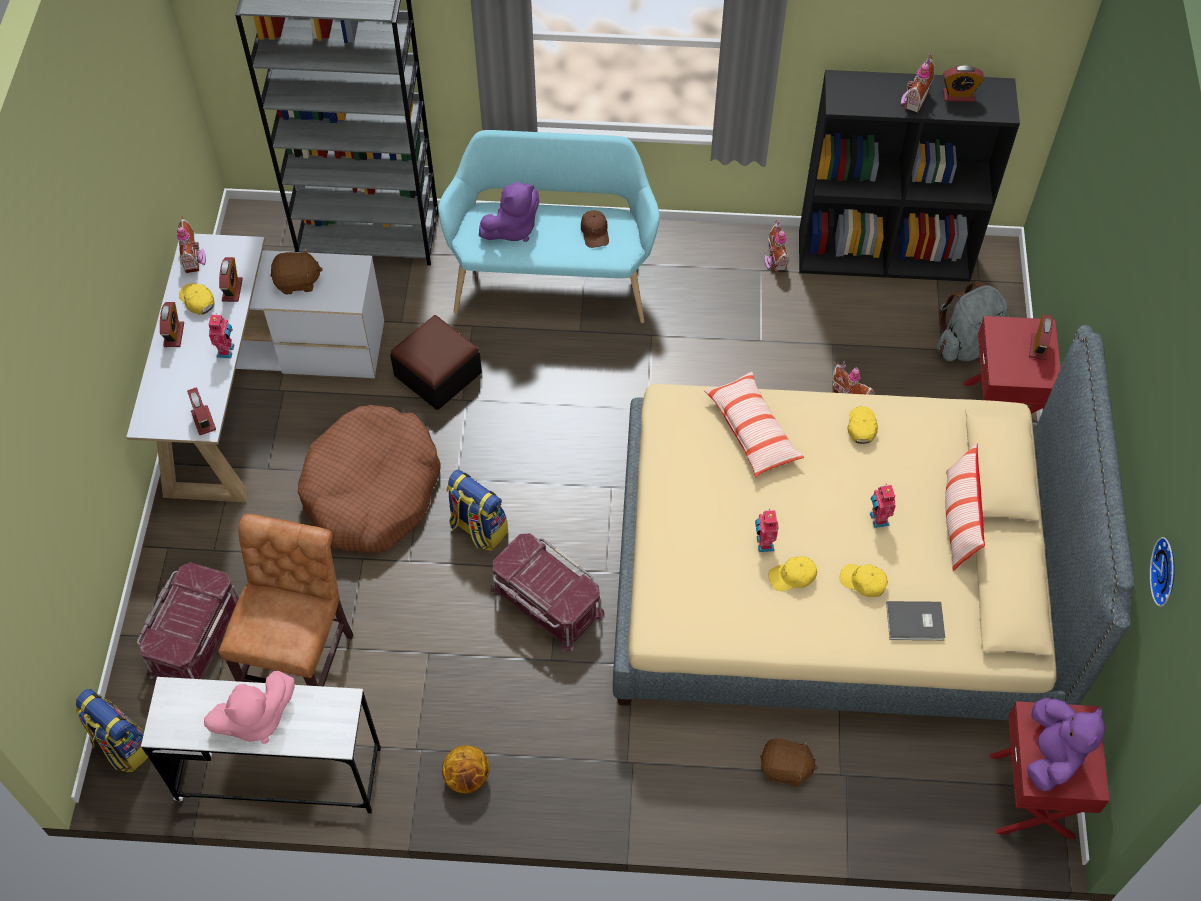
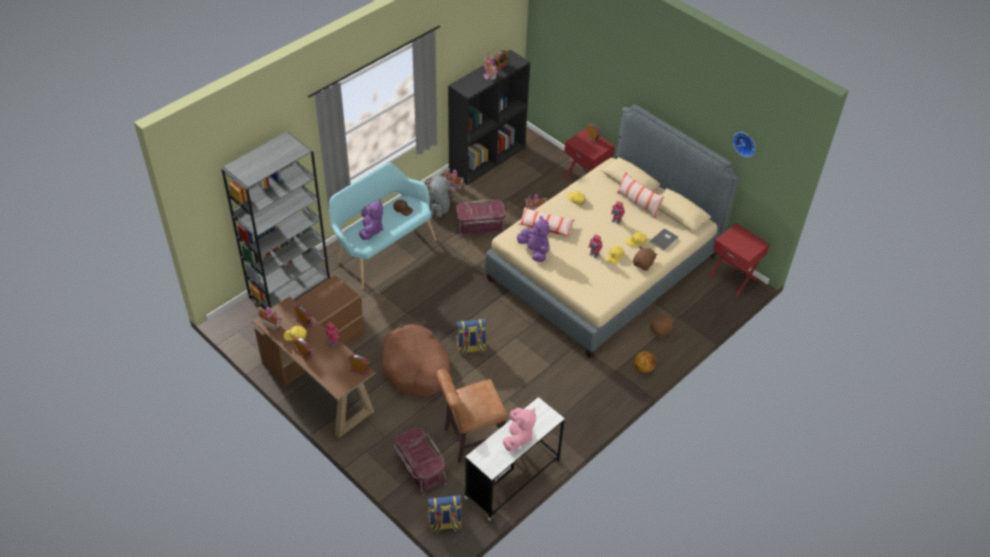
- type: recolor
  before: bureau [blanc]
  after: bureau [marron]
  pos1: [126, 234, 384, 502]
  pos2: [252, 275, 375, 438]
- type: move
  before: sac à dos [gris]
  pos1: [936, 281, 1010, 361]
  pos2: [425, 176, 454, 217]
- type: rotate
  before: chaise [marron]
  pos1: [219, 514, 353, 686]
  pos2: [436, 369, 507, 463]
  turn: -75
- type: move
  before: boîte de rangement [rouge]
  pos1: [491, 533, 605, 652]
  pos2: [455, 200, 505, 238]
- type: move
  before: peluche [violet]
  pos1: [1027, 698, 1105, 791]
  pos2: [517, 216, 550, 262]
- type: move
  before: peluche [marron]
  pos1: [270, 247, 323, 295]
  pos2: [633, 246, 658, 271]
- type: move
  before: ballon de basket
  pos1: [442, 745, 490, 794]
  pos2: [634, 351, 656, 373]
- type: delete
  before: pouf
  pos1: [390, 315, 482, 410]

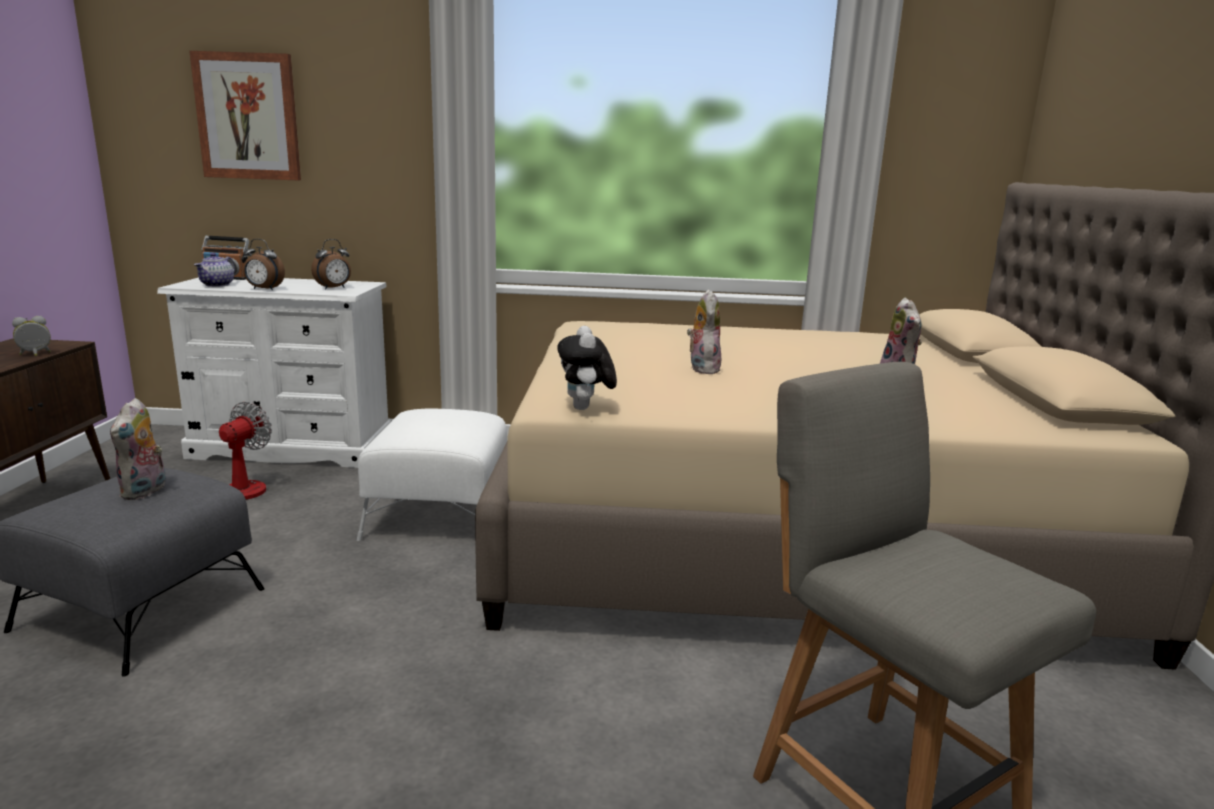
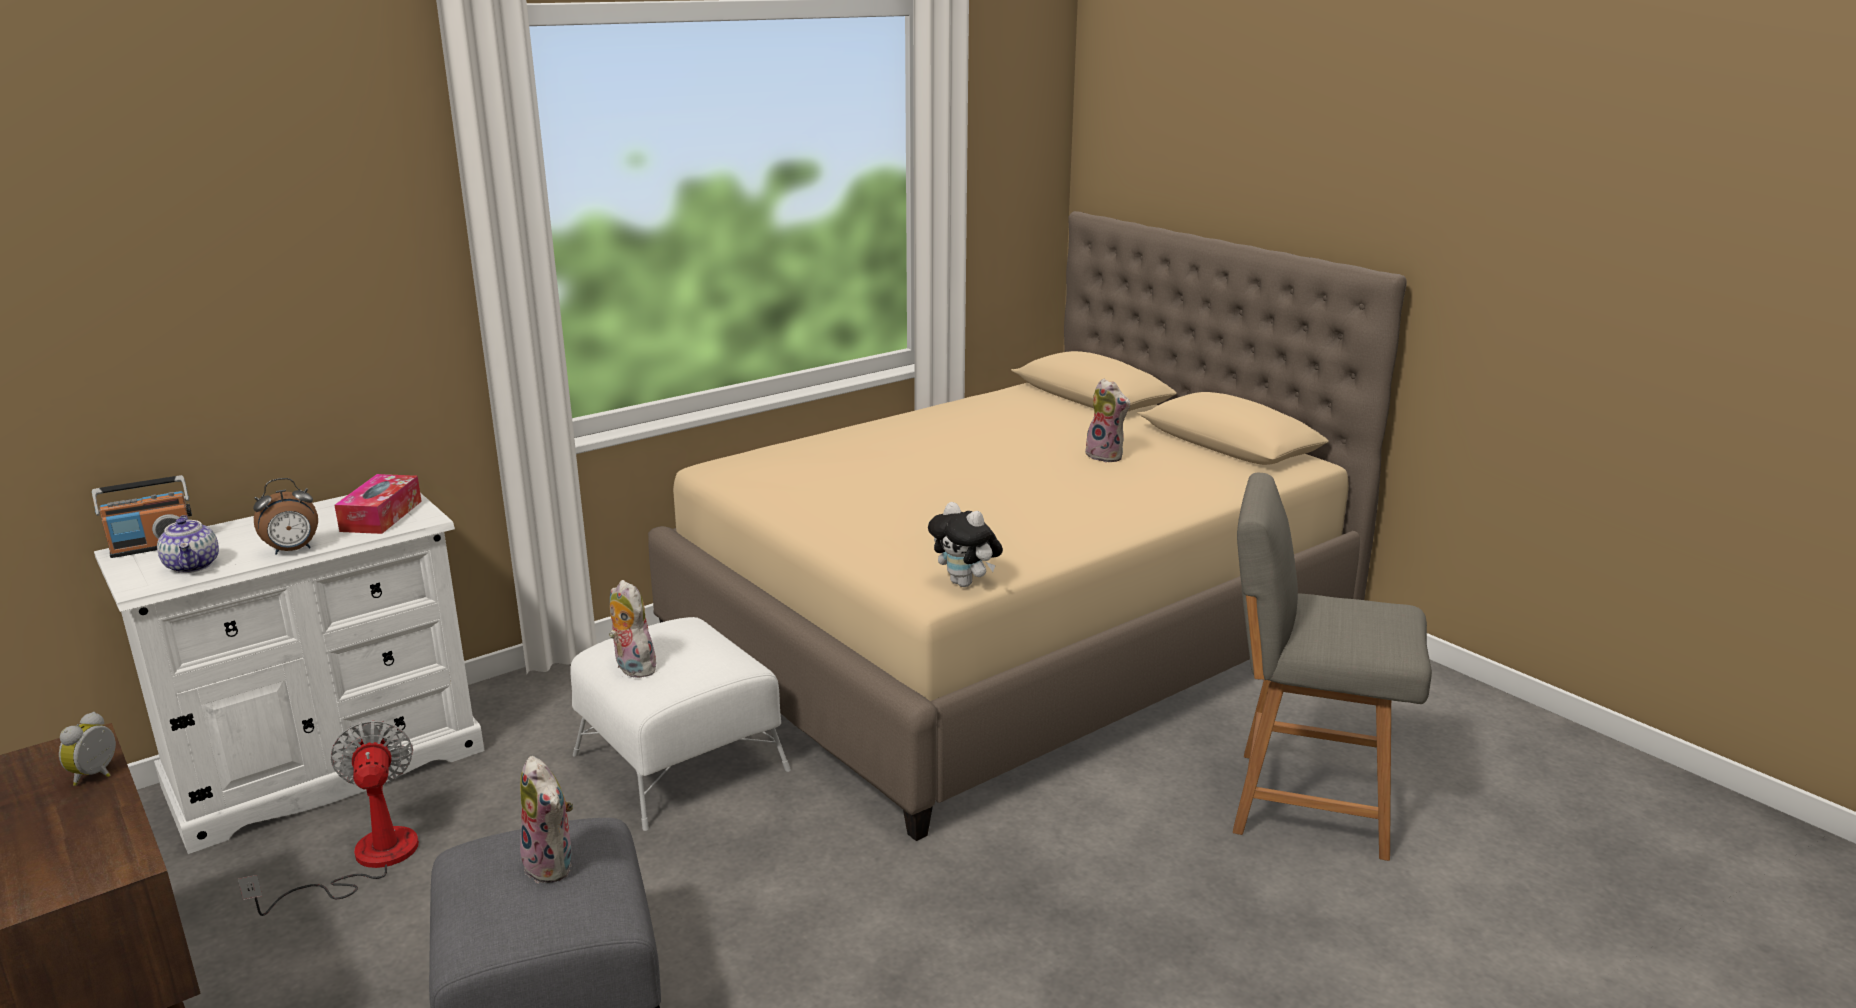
- type: replace
  before: réveil
  after: boîte à mouchoirs
  pos1: [311, 239, 351, 289]
  pos2: [334, 474, 422, 534]
- type: move
  before: peluche
  pos1: [687, 289, 721, 374]
  pos2: [609, 580, 656, 678]
- type: delete
  before: tableau
  pos1: [189, 51, 301, 180]

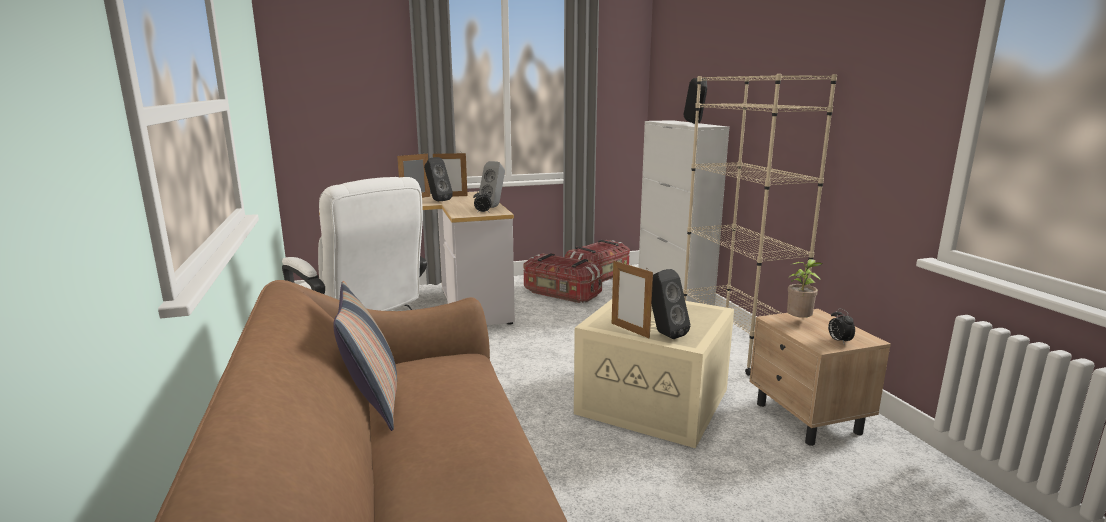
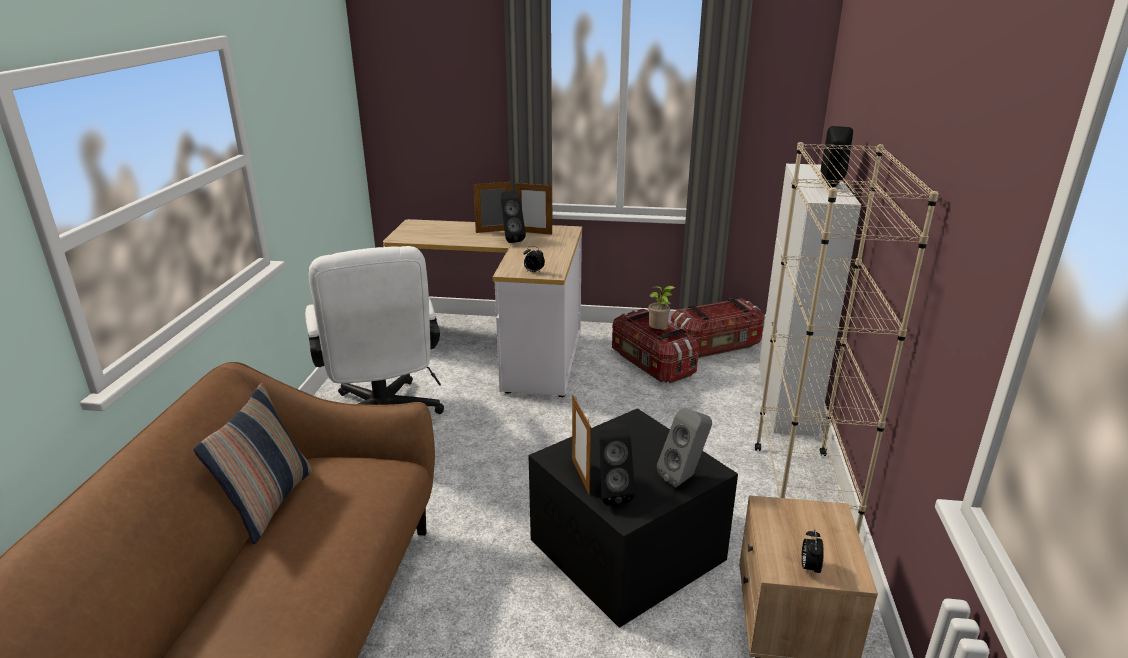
- type: recolor
  before: boîte de rangement [beige]
  after: boîte de rangement [noir]
  pos1: [574, 299, 734, 448]
  pos2: [529, 408, 738, 628]
- type: move
  before: plante en pot
  pos1: [787, 259, 823, 318]
  pos2: [649, 286, 675, 330]
- type: move
  before: enceinte [gris]
  pos1: [479, 161, 505, 208]
  pos2: [657, 408, 712, 487]

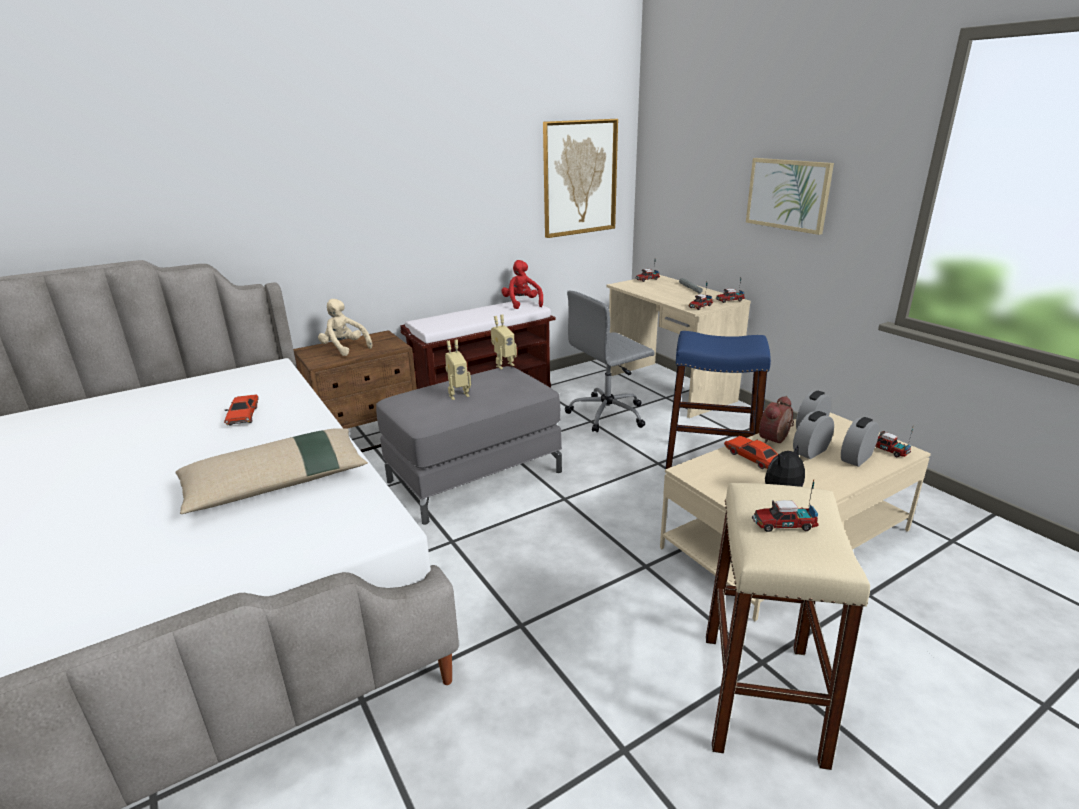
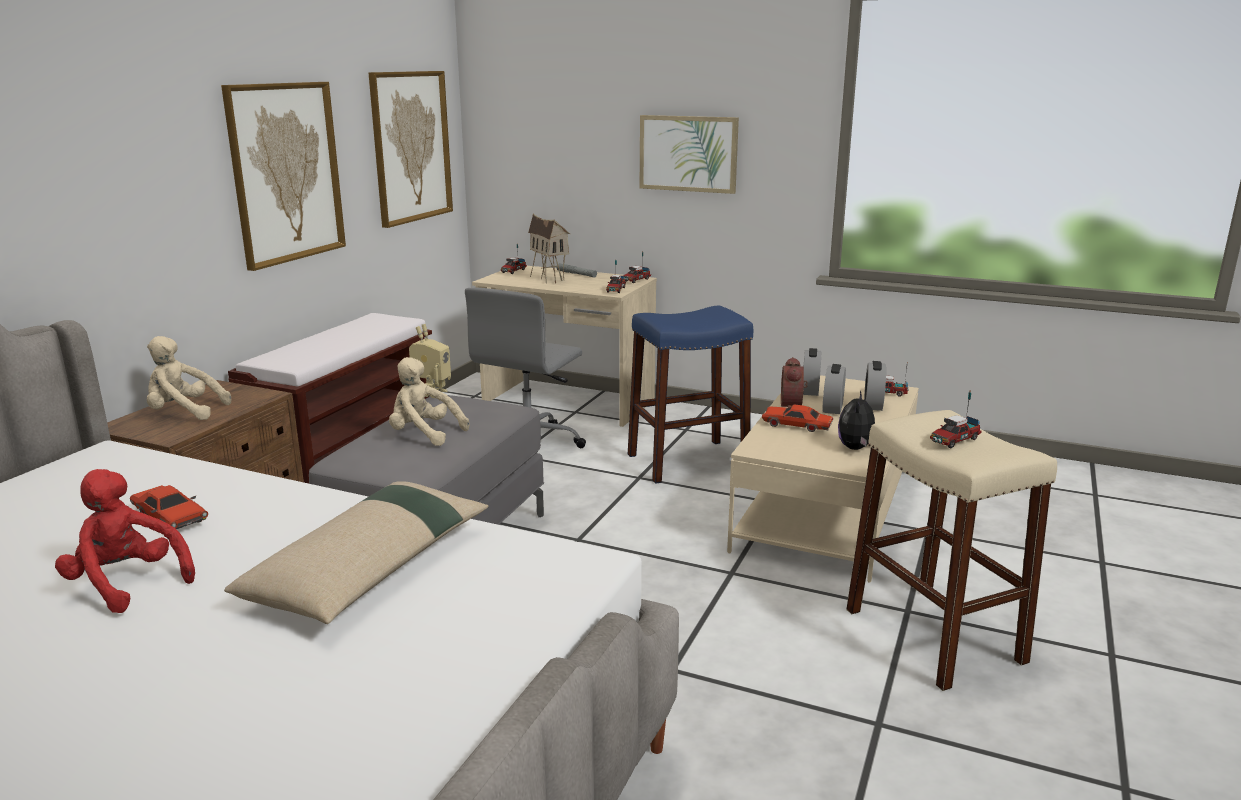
- type: move
  before: peluche [rouge]
  pos1: [502, 260, 543, 309]
  pos2: [55, 469, 195, 613]
- type: insert
  after: tableau
  pos2: [221, 82, 346, 271]
- type: replace
  before: robot jouet
  after: peluche [beige]
  pos1: [445, 339, 471, 400]
  pos2: [389, 357, 469, 446]
- type: insert
  after: maison miniature
  pos2: [528, 214, 570, 283]

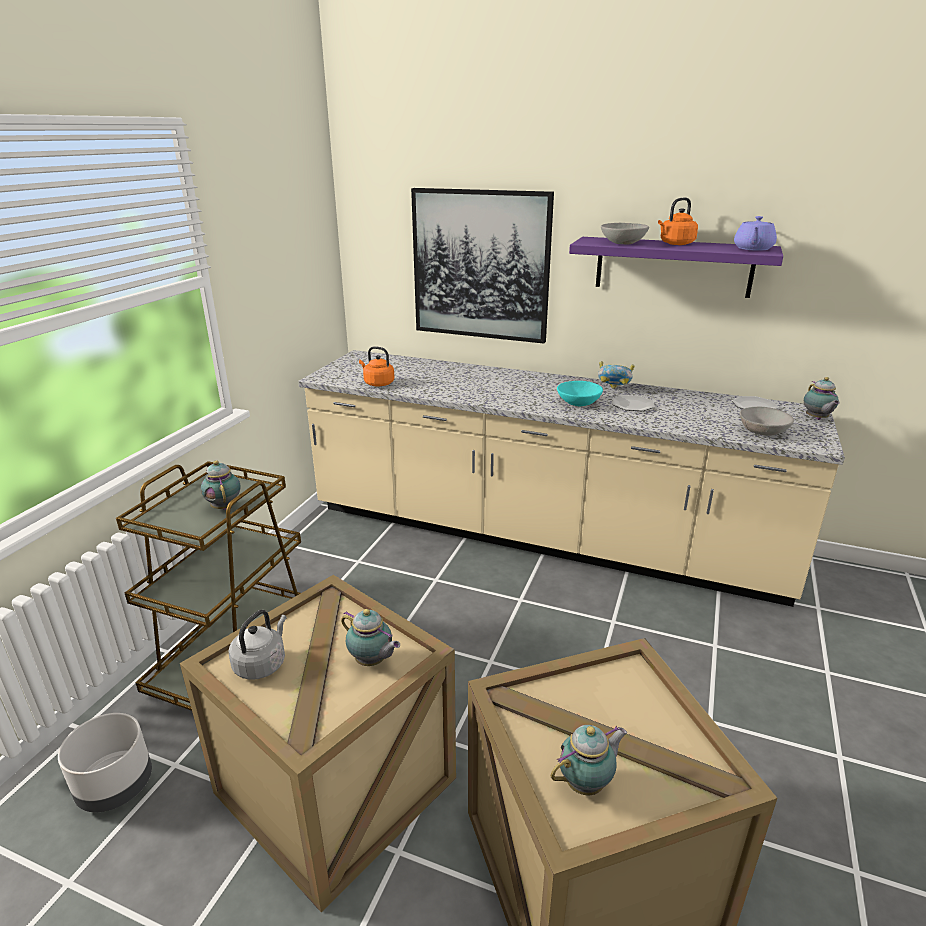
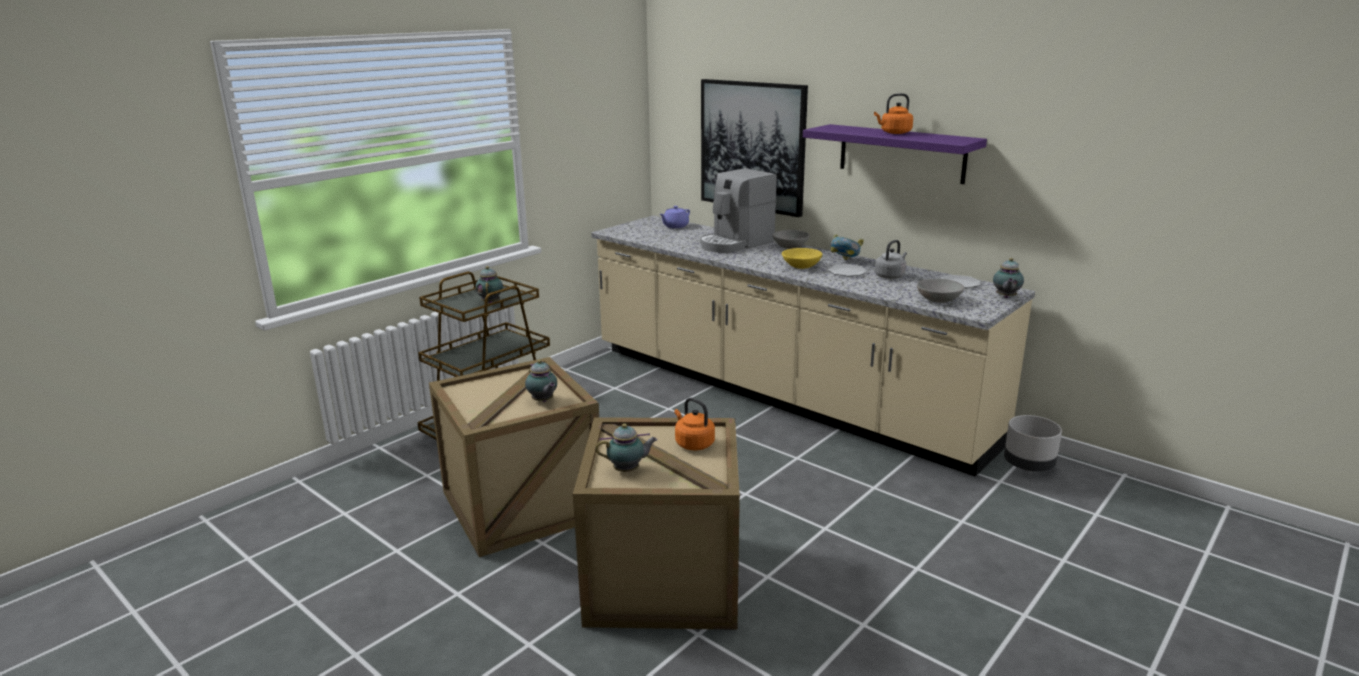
- type: move
  before: théière [violet]
  pos1: [734, 216, 777, 251]
  pos2: [659, 206, 690, 228]
- type: move
  before: bouilloire [orange]
  pos1: [359, 346, 394, 386]
  pos2: [674, 398, 715, 450]
- type: insert
  after: machine à café
  pos2: [700, 168, 777, 253]
- type: move
  before: bol [gris]
  pos1: [601, 223, 649, 244]
  pos2: [772, 230, 810, 249]
- type: recolor
  before: bol [turquoise]
  after: bol [jaune]
  pos1: [557, 381, 603, 406]
  pos2: [782, 248, 822, 269]
- type: move
  before: bouilloire [gris]
  pos1: [229, 610, 287, 680]
  pos2: [875, 240, 907, 279]
- type: move
  before: cache-pot [gris]
  pos1: [58, 713, 152, 812]
  pos2: [1004, 415, 1062, 472]

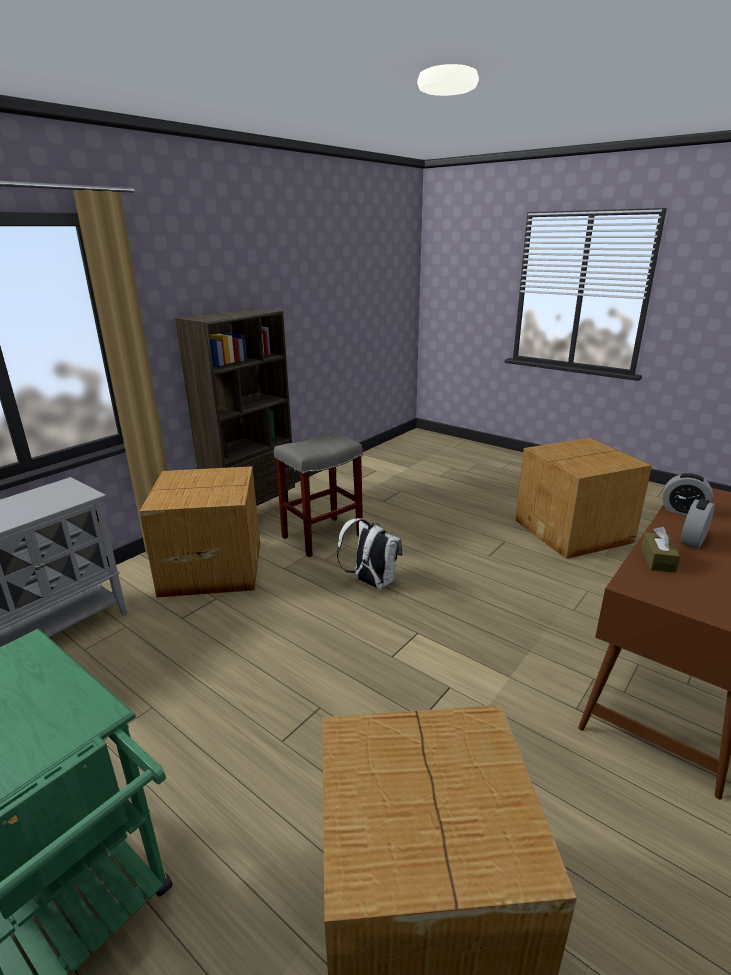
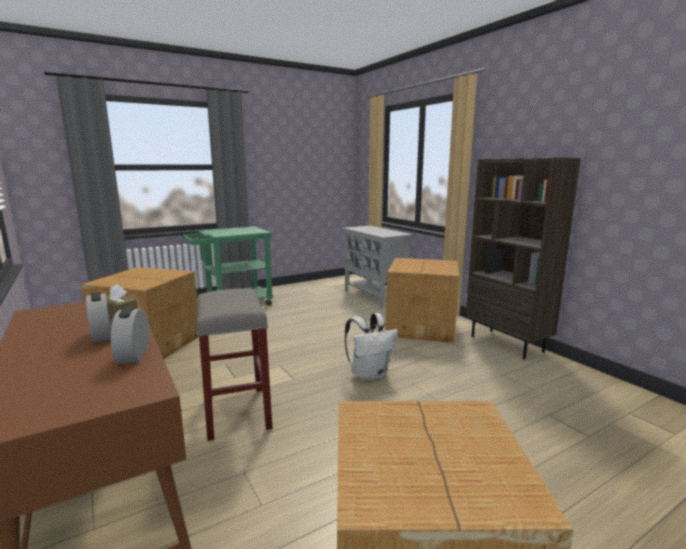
- type: rotate
  before: réveil
  pos1: [662, 473, 713, 515]
  pos2: [111, 307, 149, 364]
  turn: -60
- type: move
  before: tabouret [gris]
  pos1: [274, 432, 363, 557]
  pos2: [197, 289, 272, 441]

